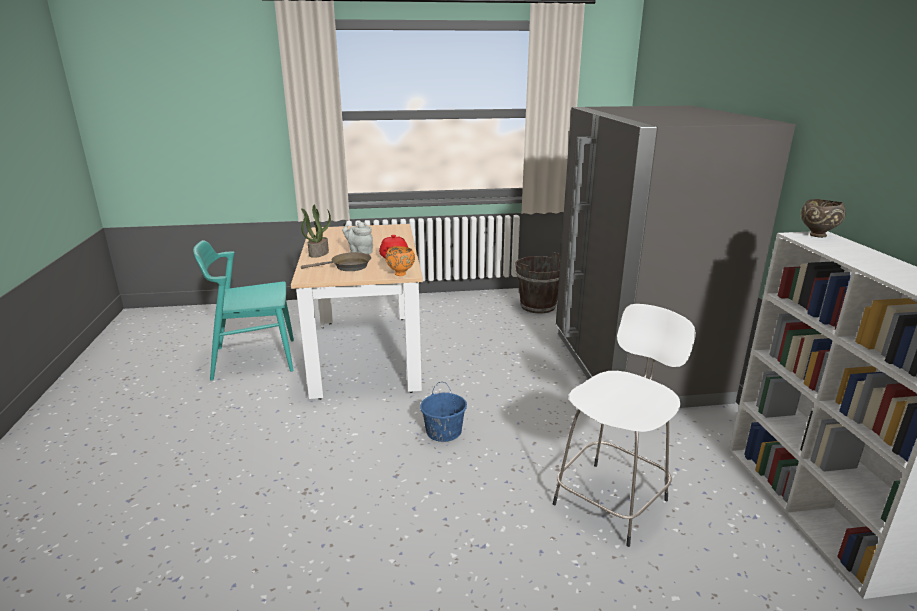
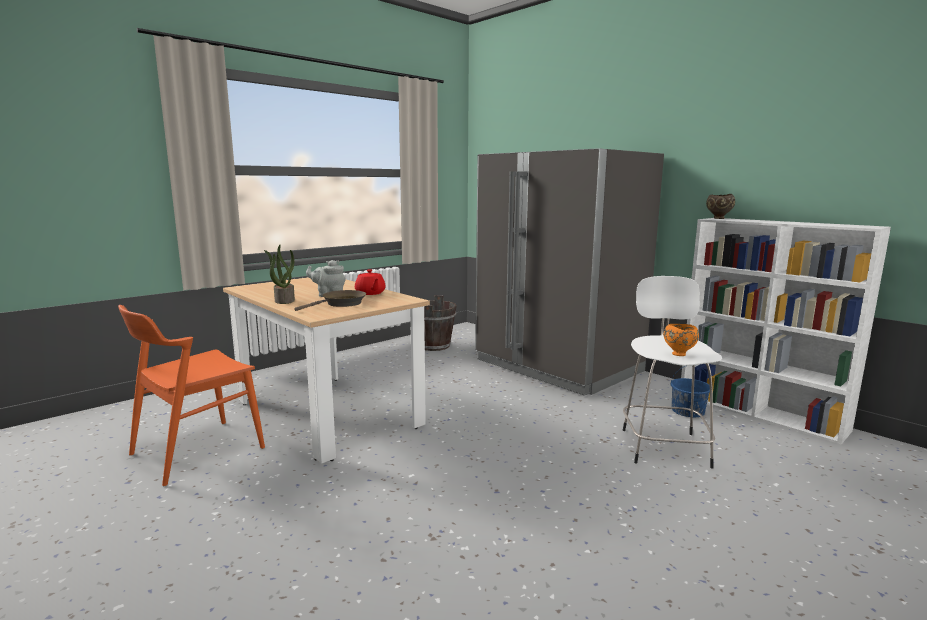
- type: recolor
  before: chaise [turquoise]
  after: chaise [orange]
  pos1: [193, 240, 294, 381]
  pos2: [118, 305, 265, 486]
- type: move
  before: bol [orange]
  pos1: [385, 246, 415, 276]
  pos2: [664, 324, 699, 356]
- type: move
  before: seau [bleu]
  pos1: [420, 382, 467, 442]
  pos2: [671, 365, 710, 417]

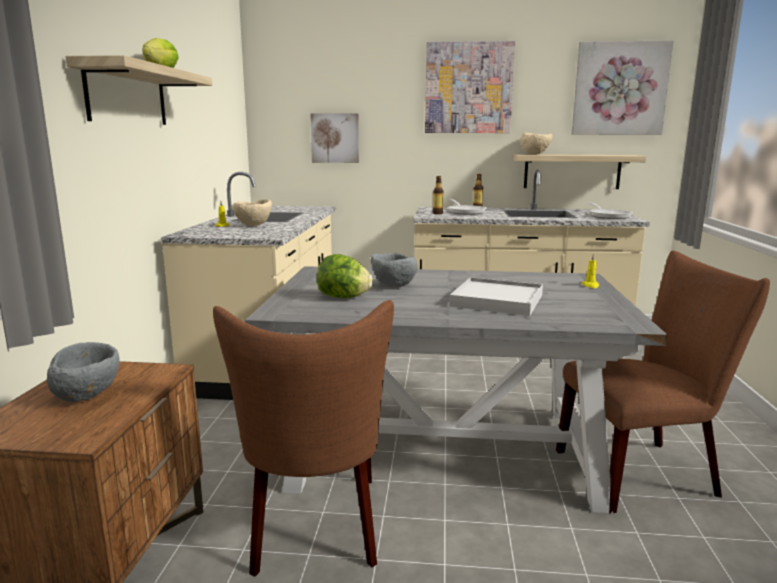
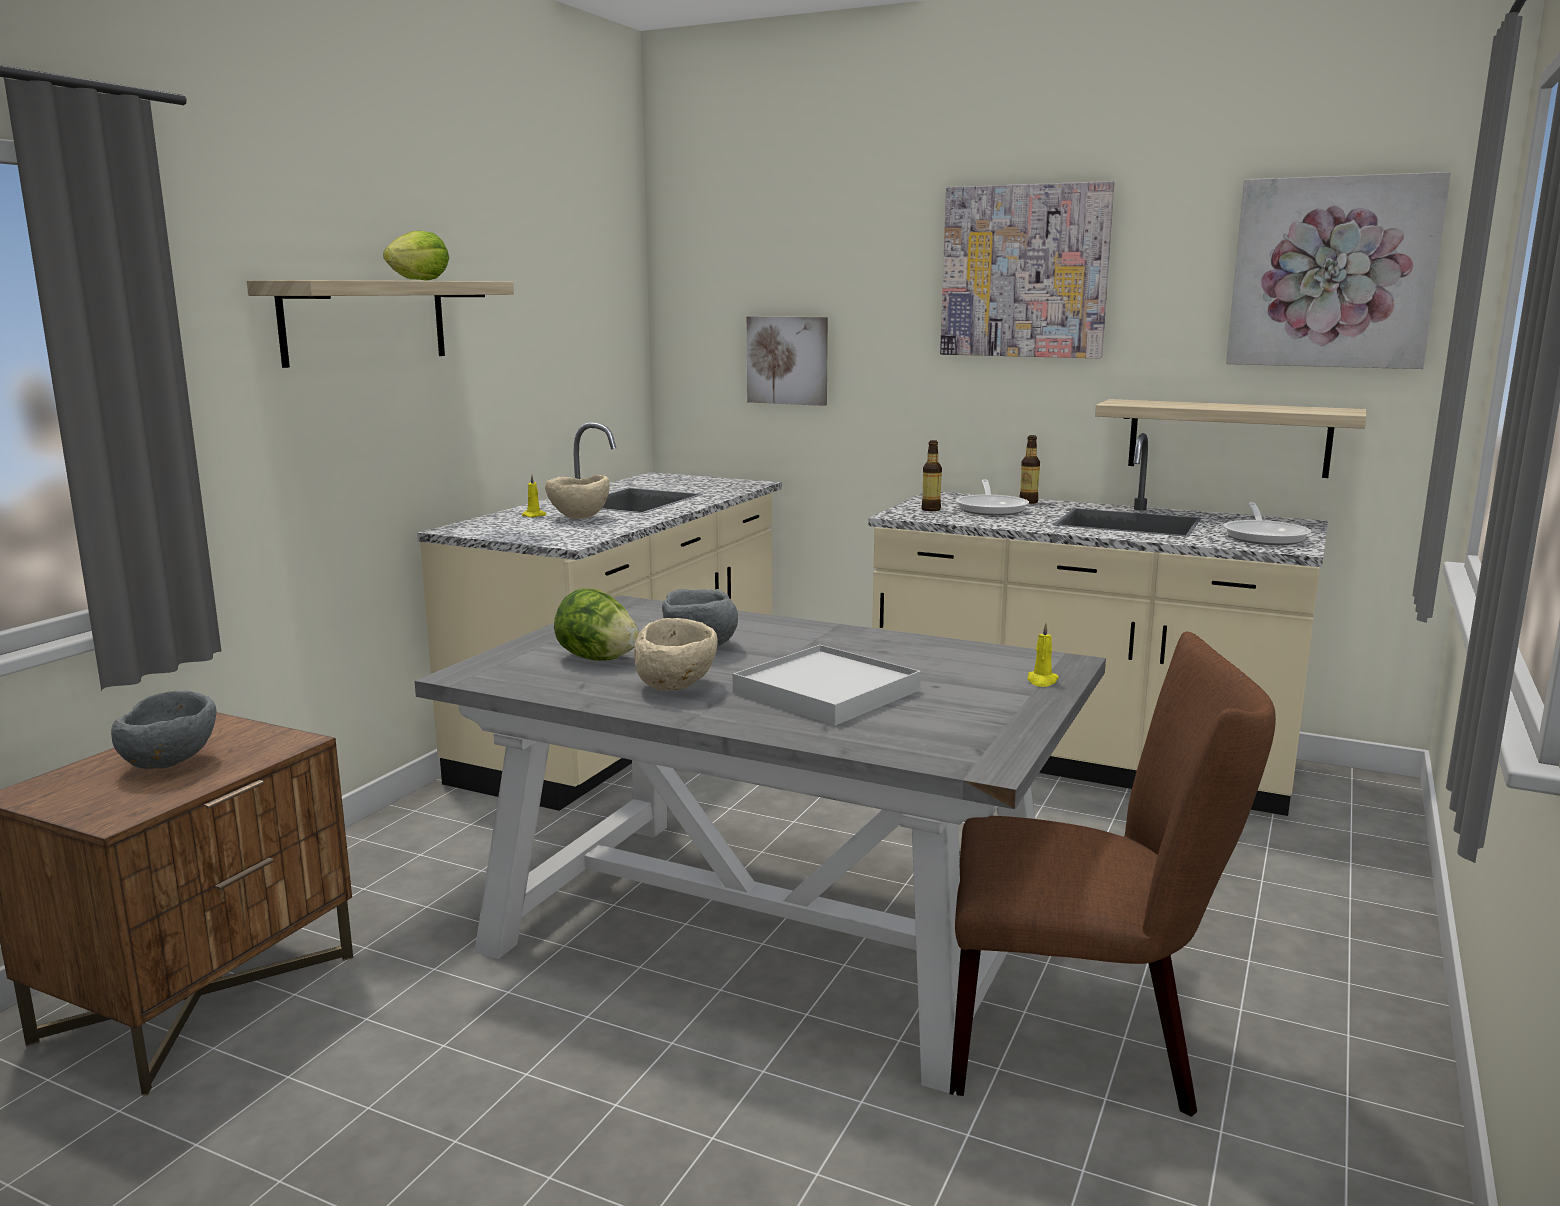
- type: move
  before: bol [beige]
  pos1: [520, 133, 552, 155]
  pos2: [634, 618, 718, 691]
- type: delete
  before: chaise [marron]
  pos1: [213, 300, 394, 577]

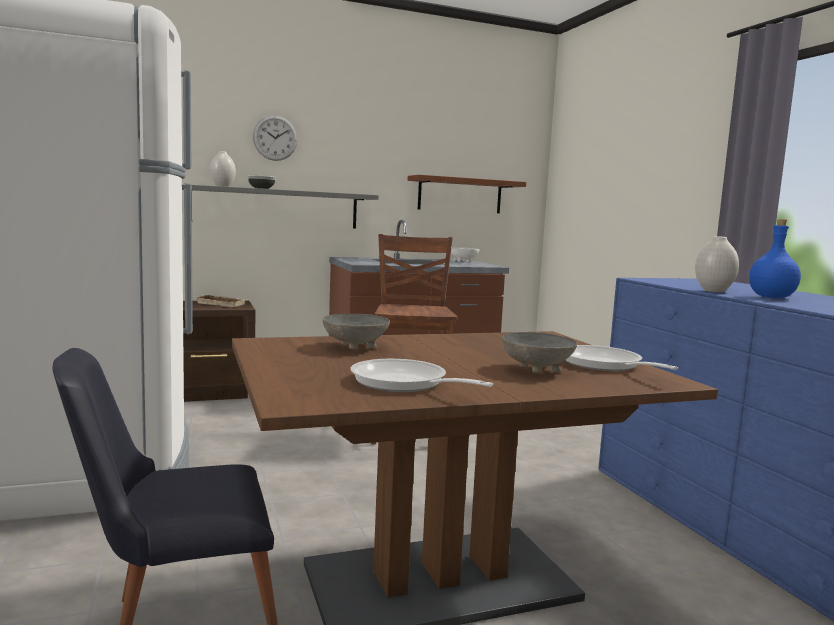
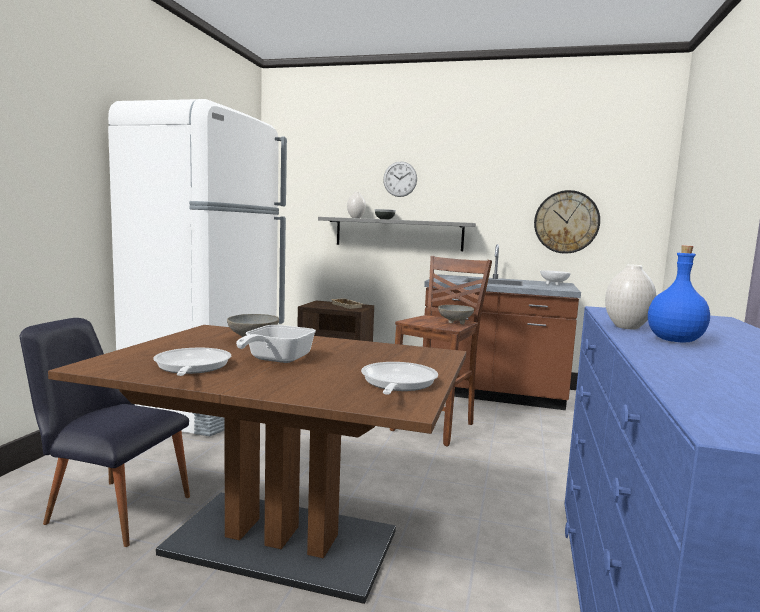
- type: insert
  after: poêle
  pos2: [236, 325, 316, 363]
- type: move
  before: bol [gris]
  pos1: [502, 332, 577, 373]
  pos2: [438, 305, 474, 325]
- type: replace
  before: étagère [marron]
  after: horloge murale
  pos1: [407, 175, 526, 213]
  pos2: [534, 190, 600, 254]

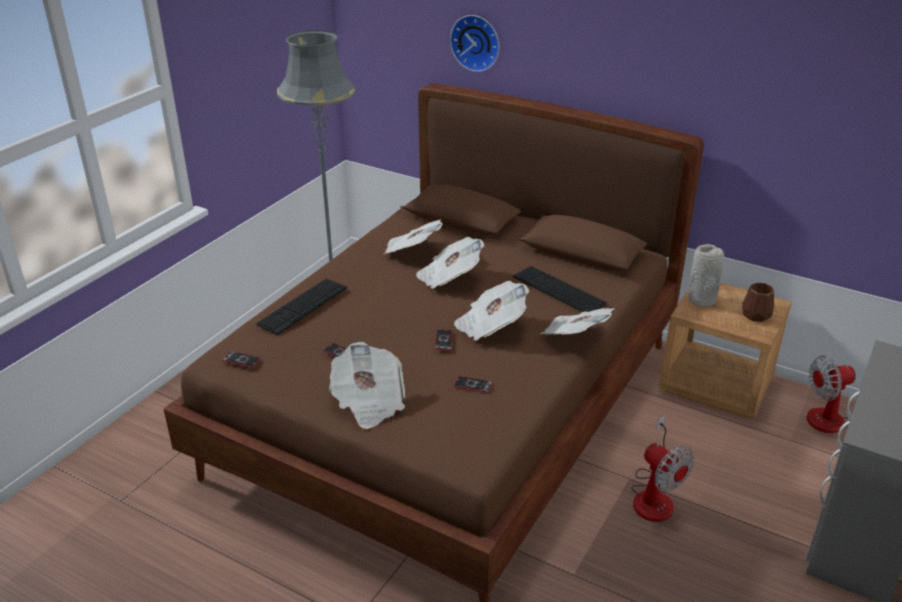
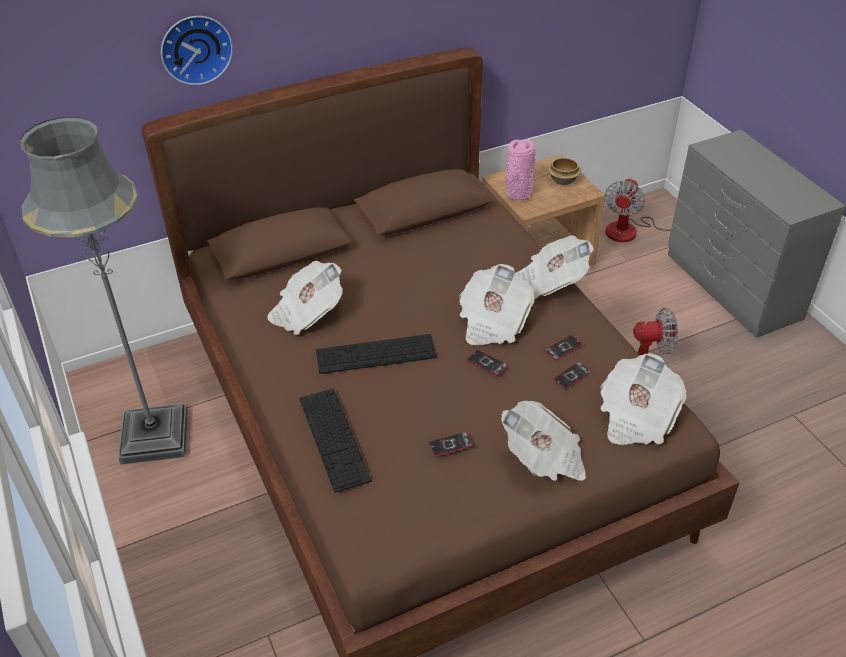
- type: move
  before: clavier
  pos1: [513, 266, 607, 312]
  pos2: [316, 334, 437, 374]
- type: recolor
  before: vase [gris]
  after: vase [rose]
  pos1: [688, 244, 724, 307]
  pos2: [506, 139, 535, 200]
- type: move
  before: téléphone
  pos1: [222, 351, 260, 368]
  pos2: [544, 335, 583, 360]
- type: replace
  before: vase [marron]
  after: bol
  pos1: [742, 283, 774, 322]
  pos2: [548, 157, 581, 185]
- type: move
  before: journal
  pos1: [416, 237, 485, 289]
  pos2: [600, 353, 687, 445]

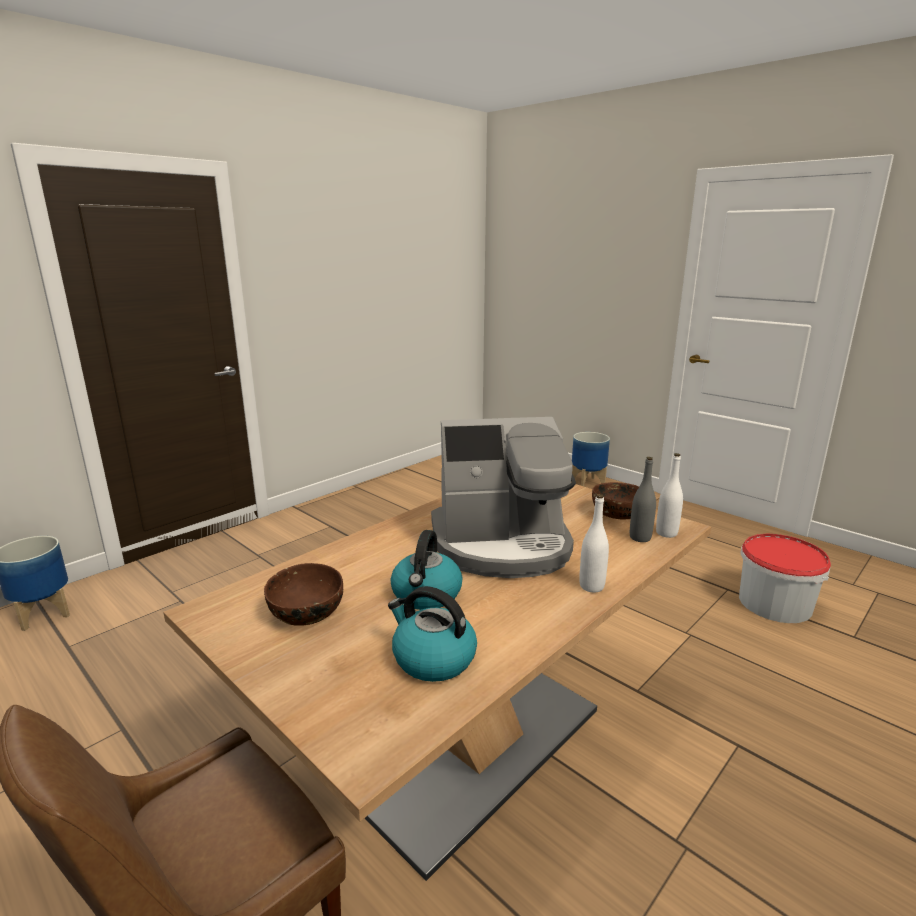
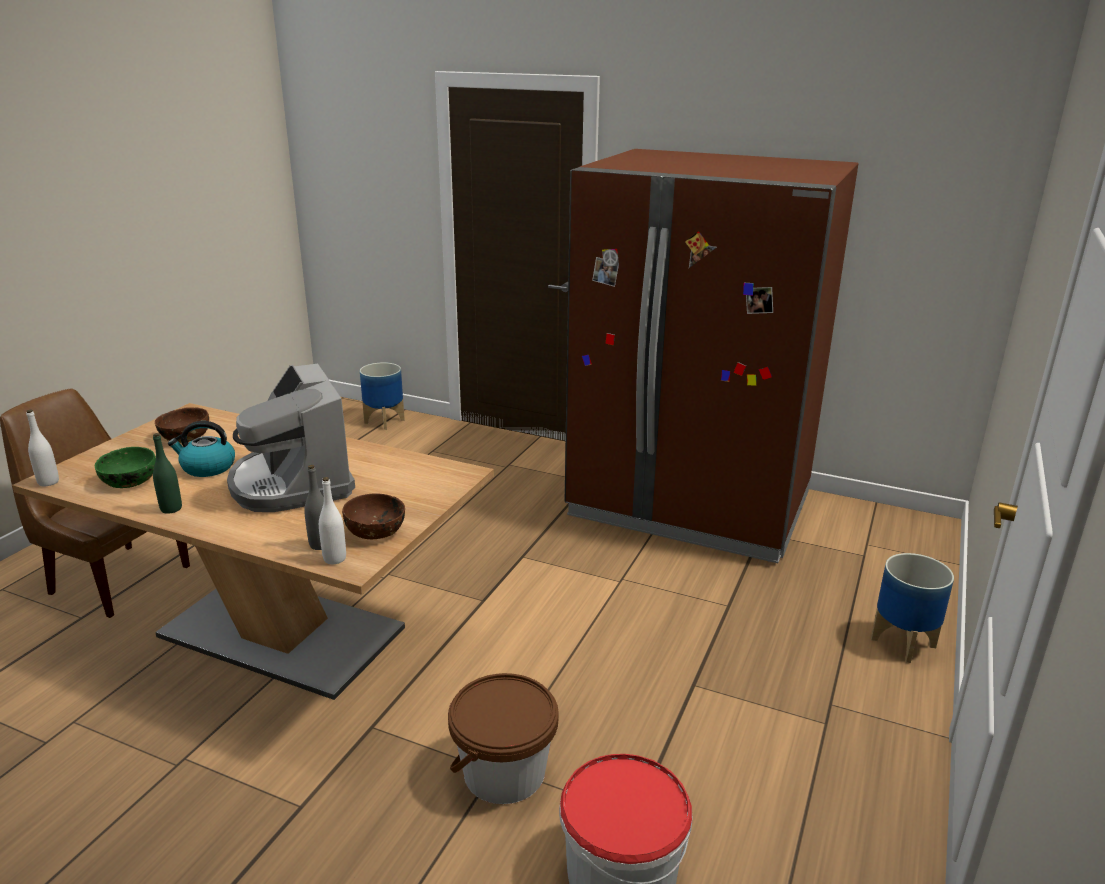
- type: move
  before: bouteille [blanc]
  pos1: [579, 494, 609, 593]
  pos2: [26, 410, 59, 486]
- type: replace
  before: bouilloire
  after: bol [vert]
  pos1: [388, 586, 477, 682]
  pos2: [95, 447, 156, 488]
- type: insert
  after: bouteille [vert]
  pos2: [153, 433, 182, 514]
- type: insert
  after: seau [marron]
  pos2: [448, 673, 559, 804]
- type: insert
  after: réfrigérateur [marron]
  pos2: [565, 149, 859, 563]

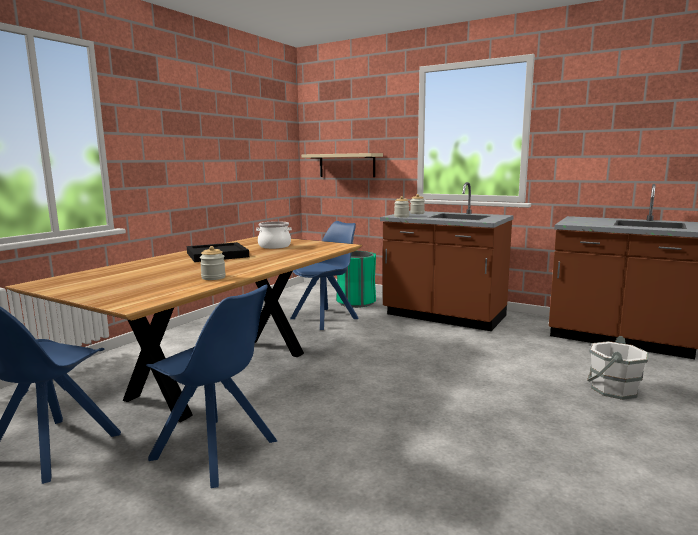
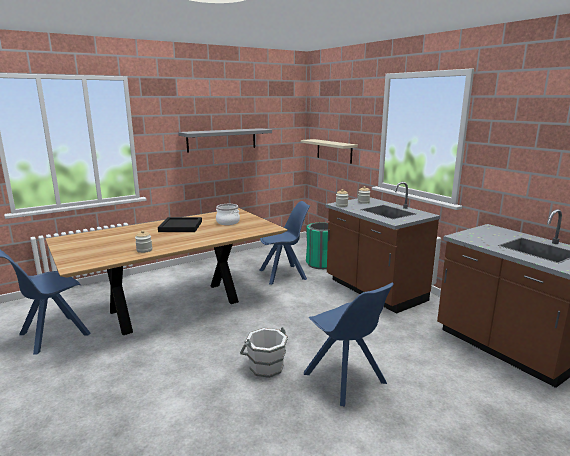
- type: insert
  after: étagère [gris]
  pos2: [178, 128, 272, 152]
- type: move
  before: seau [blanc]
  pos1: [587, 336, 649, 400]
  pos2: [240, 327, 288, 378]
- type: move
  before: chaise [bleu]
  pos1: [146, 285, 278, 488]
  pos2: [304, 283, 394, 406]

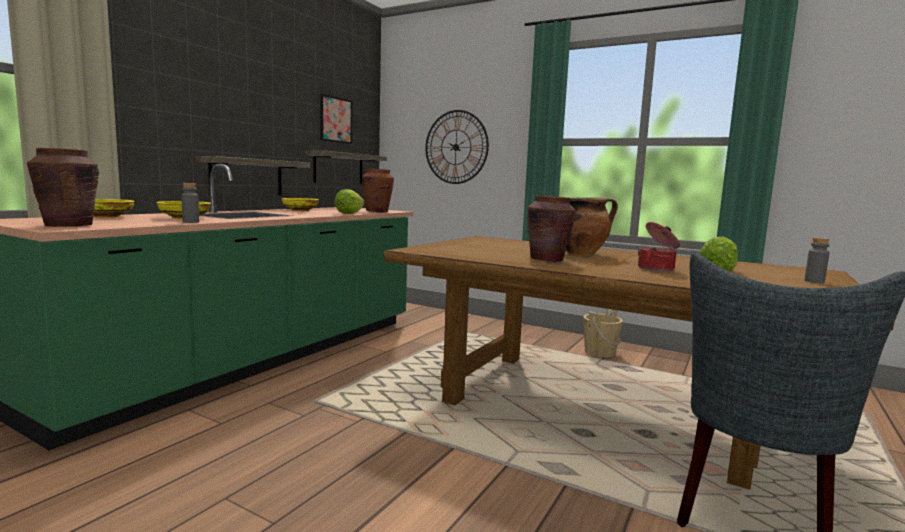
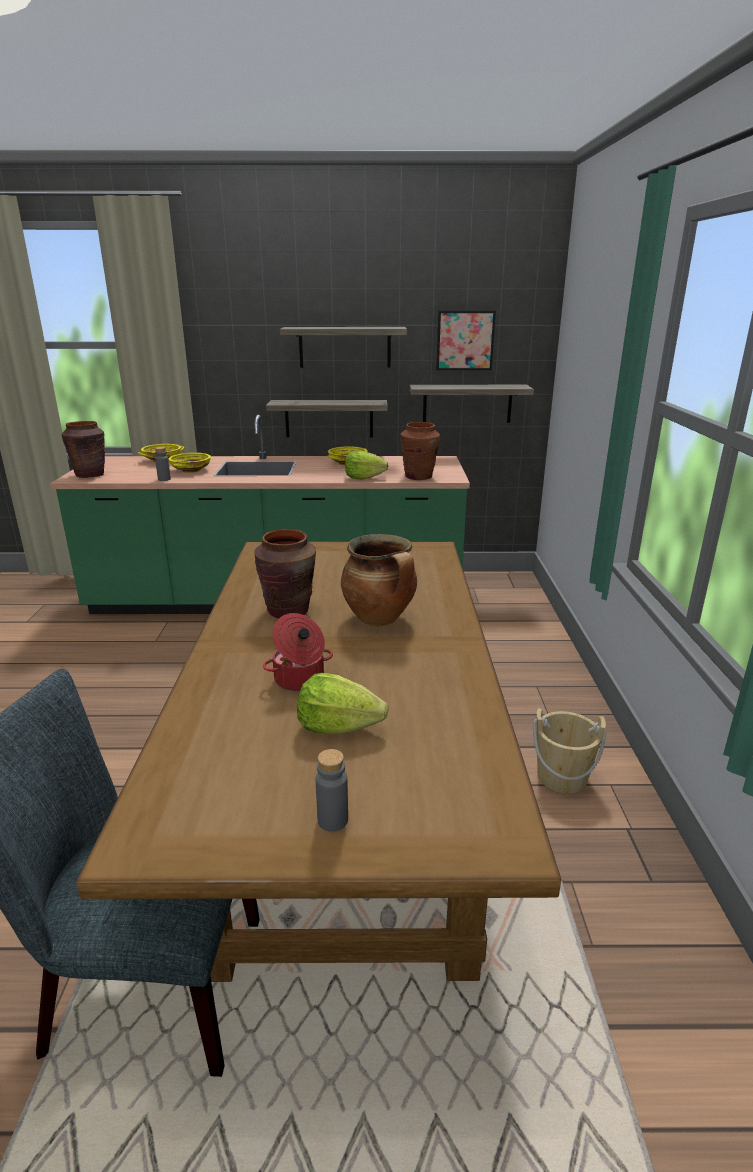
- type: insert
  after: étagère
  pos2: [280, 327, 407, 368]
- type: delete
  before: horloge murale
  pos1: [425, 110, 489, 184]

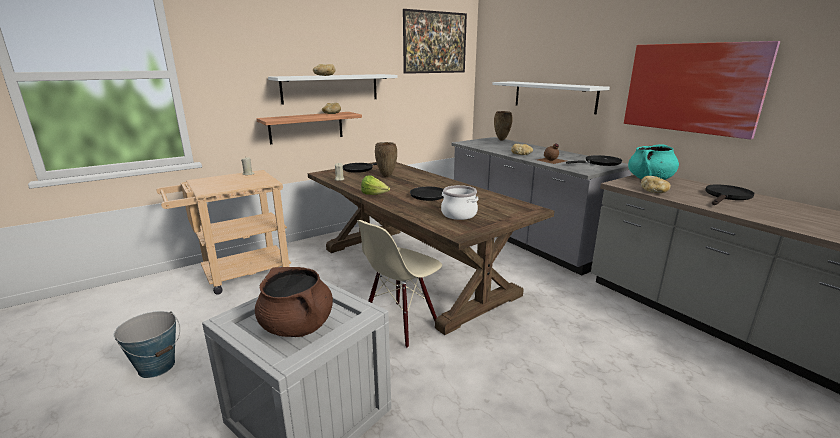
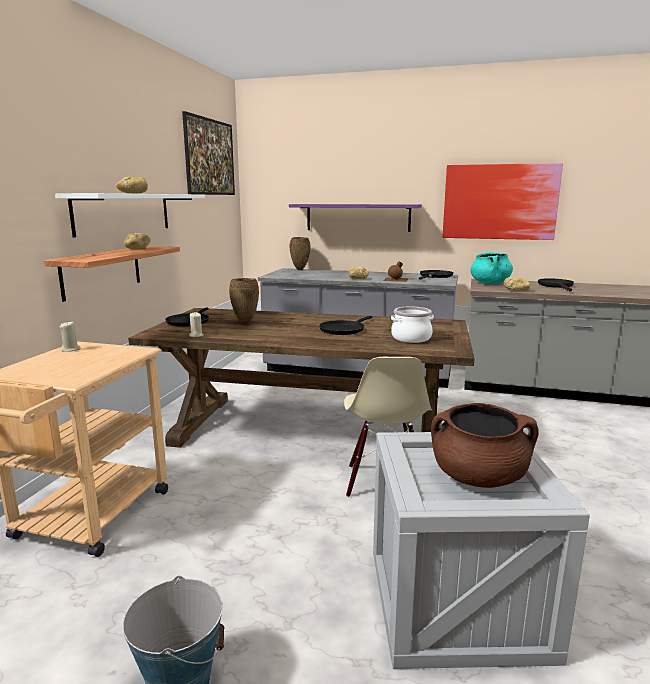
- type: recolor
  before: étagère [blanc]
  after: étagère [violet]
  pos1: [492, 81, 610, 114]
  pos2: [289, 204, 422, 232]
- type: delete
  before: laitue
  pos1: [361, 175, 390, 195]

